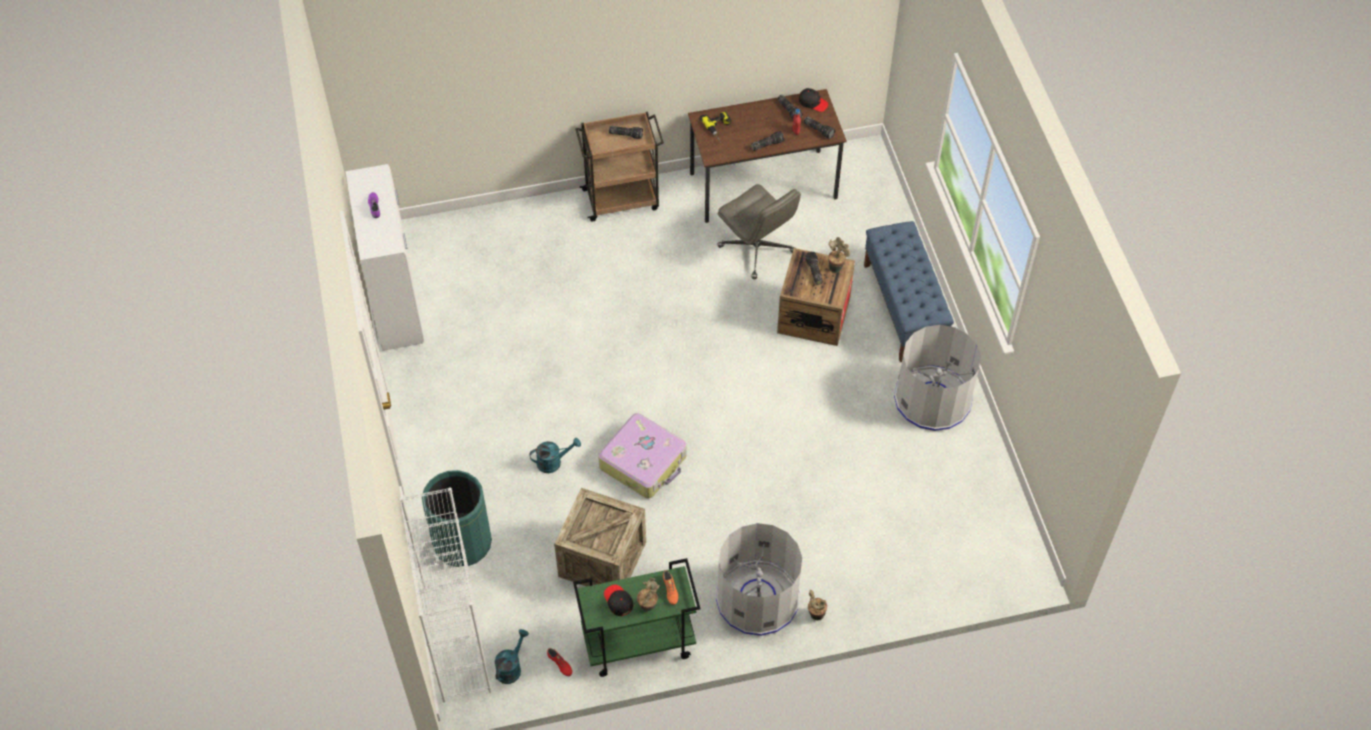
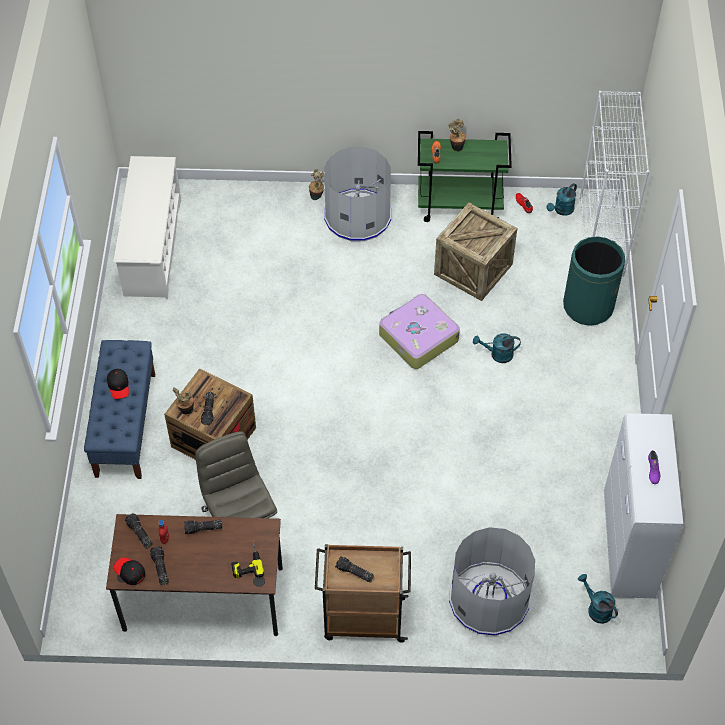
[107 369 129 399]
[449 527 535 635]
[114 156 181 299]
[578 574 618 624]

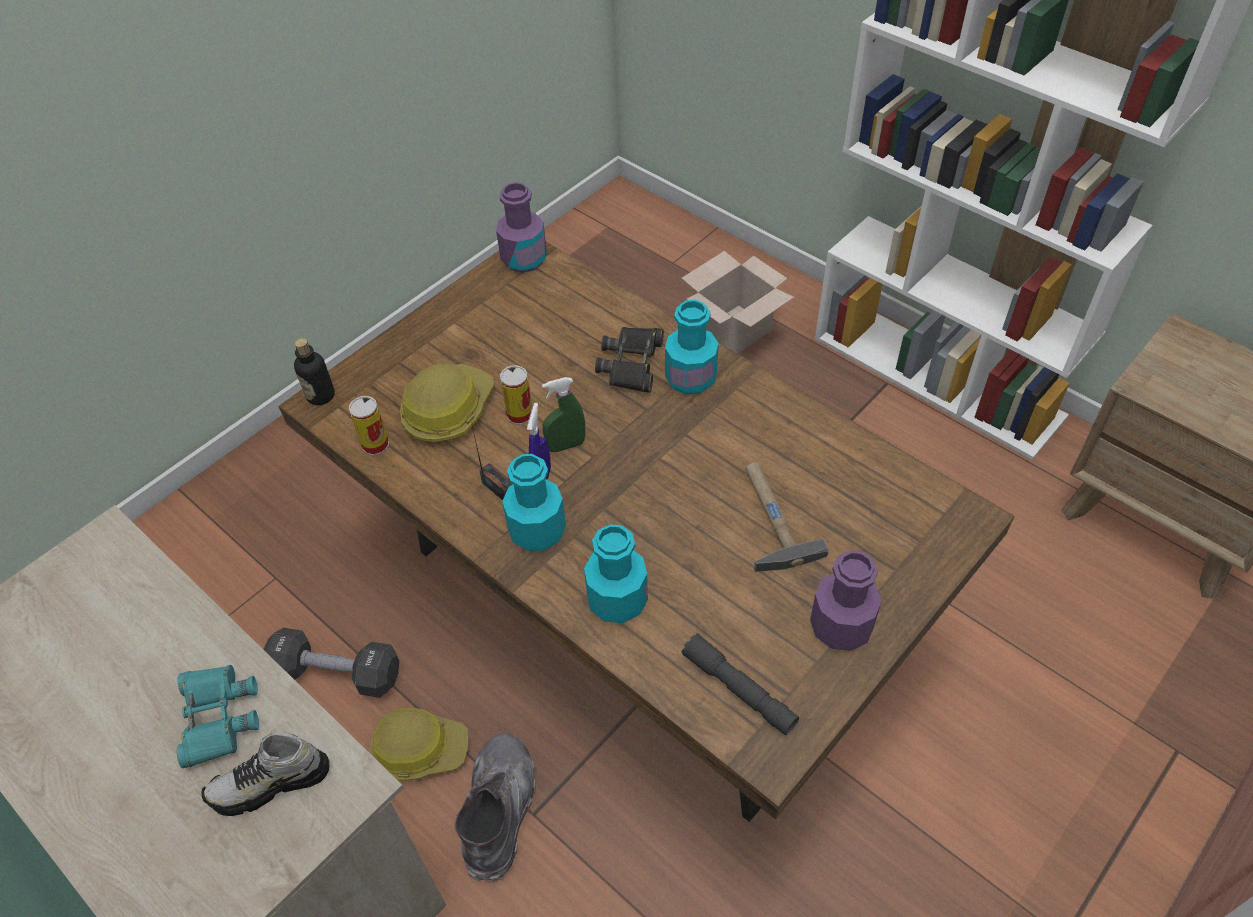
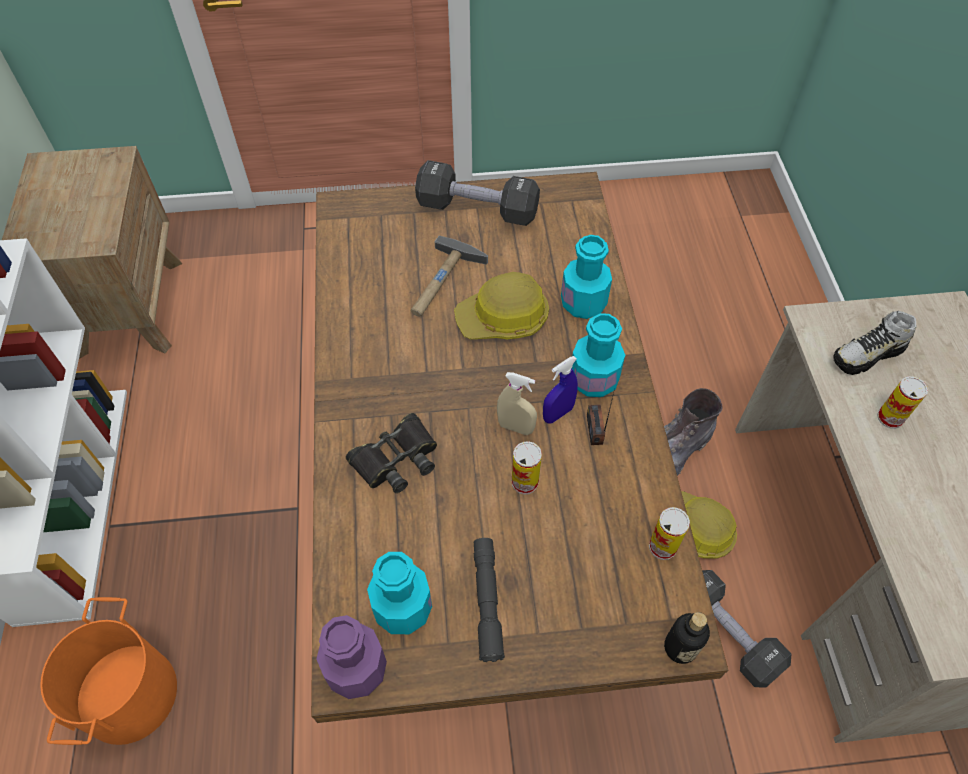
[877 376 928 429]
[833 311 916 375]
[454 272 549 339]
[497 372 537 435]
[367 552 432 634]
[40 597 177 745]
[474 538 505 662]
[415 160 540 226]

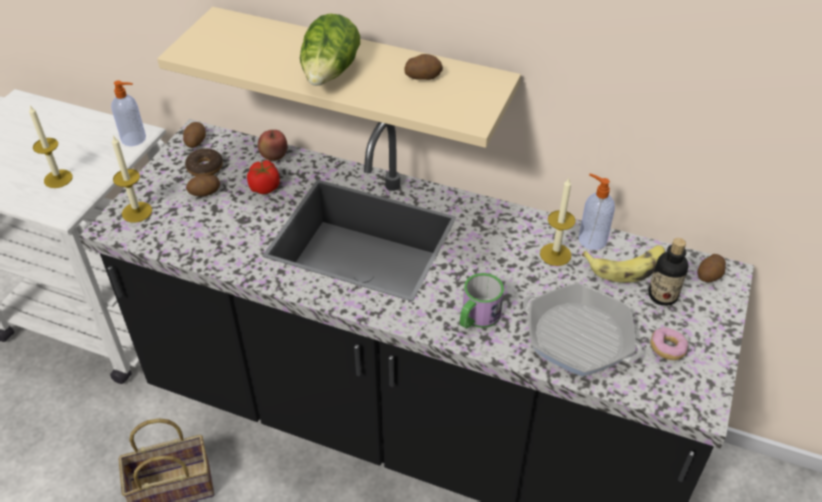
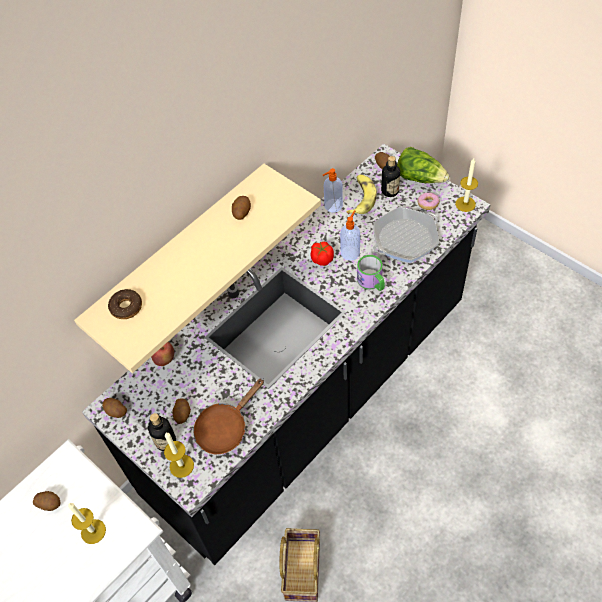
[340 210 360 261]
[108 289 142 319]
[311 242 334 266]
[397 147 449 183]
[455 158 478 212]
[33 491 61 511]
[148 413 176 451]
[193 378 264 454]

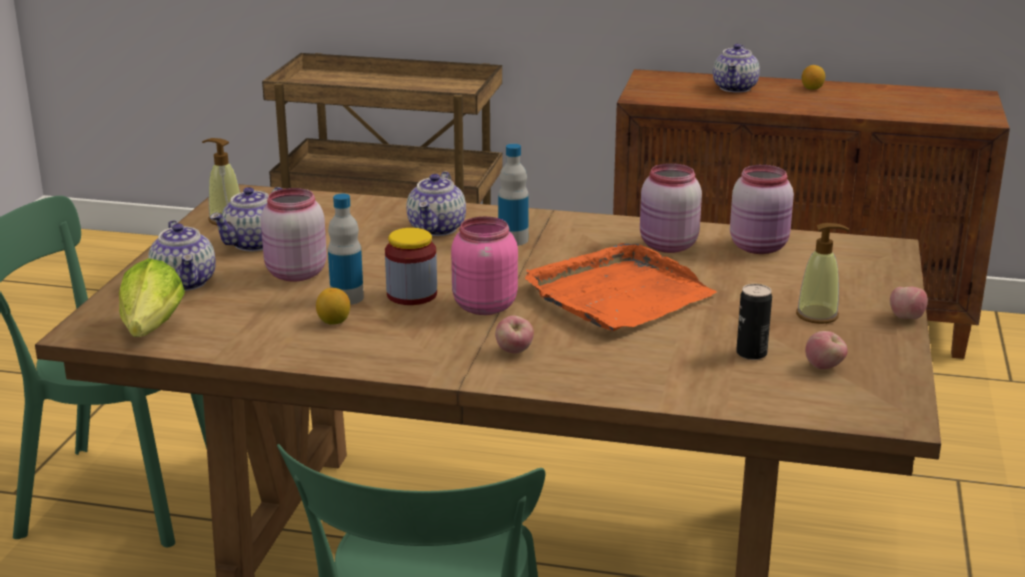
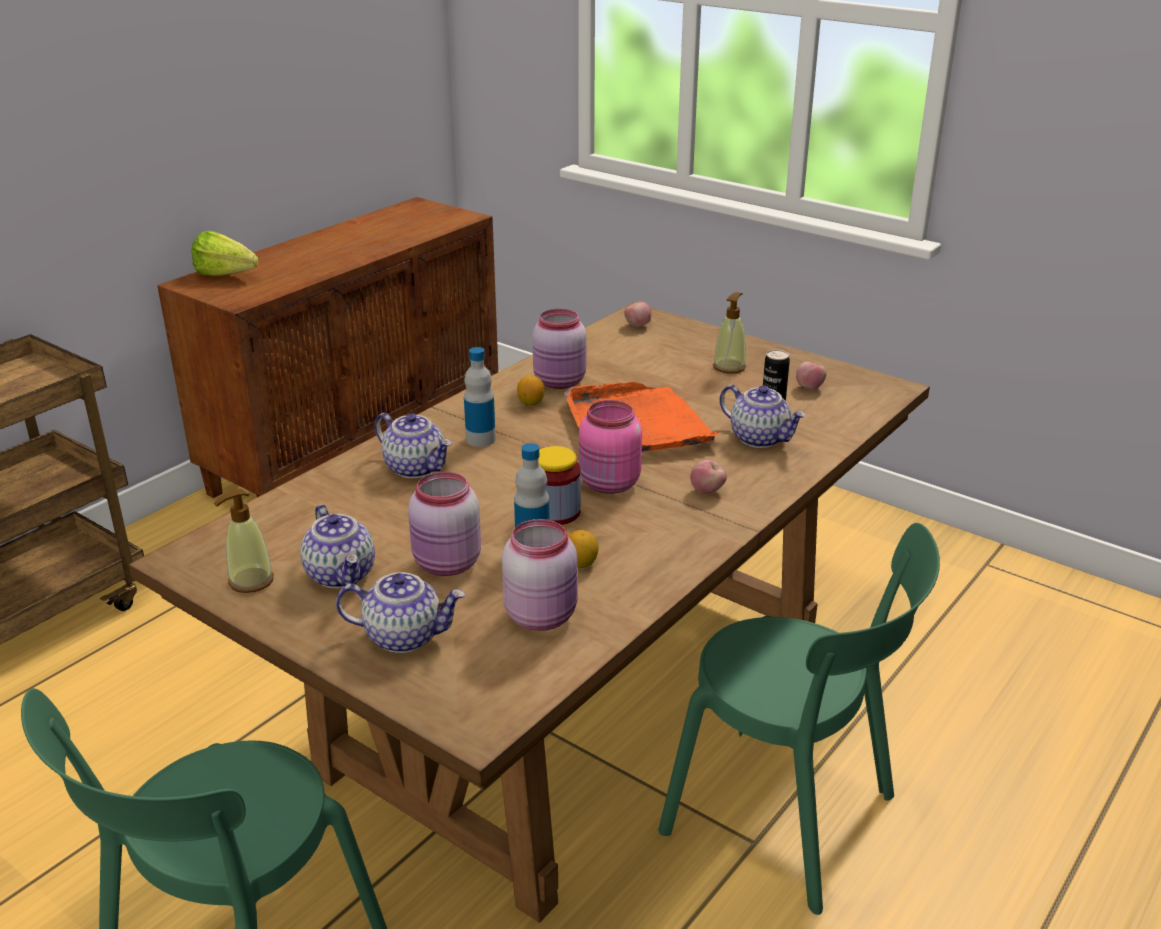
[191 231 259 276]
[720 385 806 448]
[502 519 578 631]
[517 375 545 406]
[624 302 651 327]

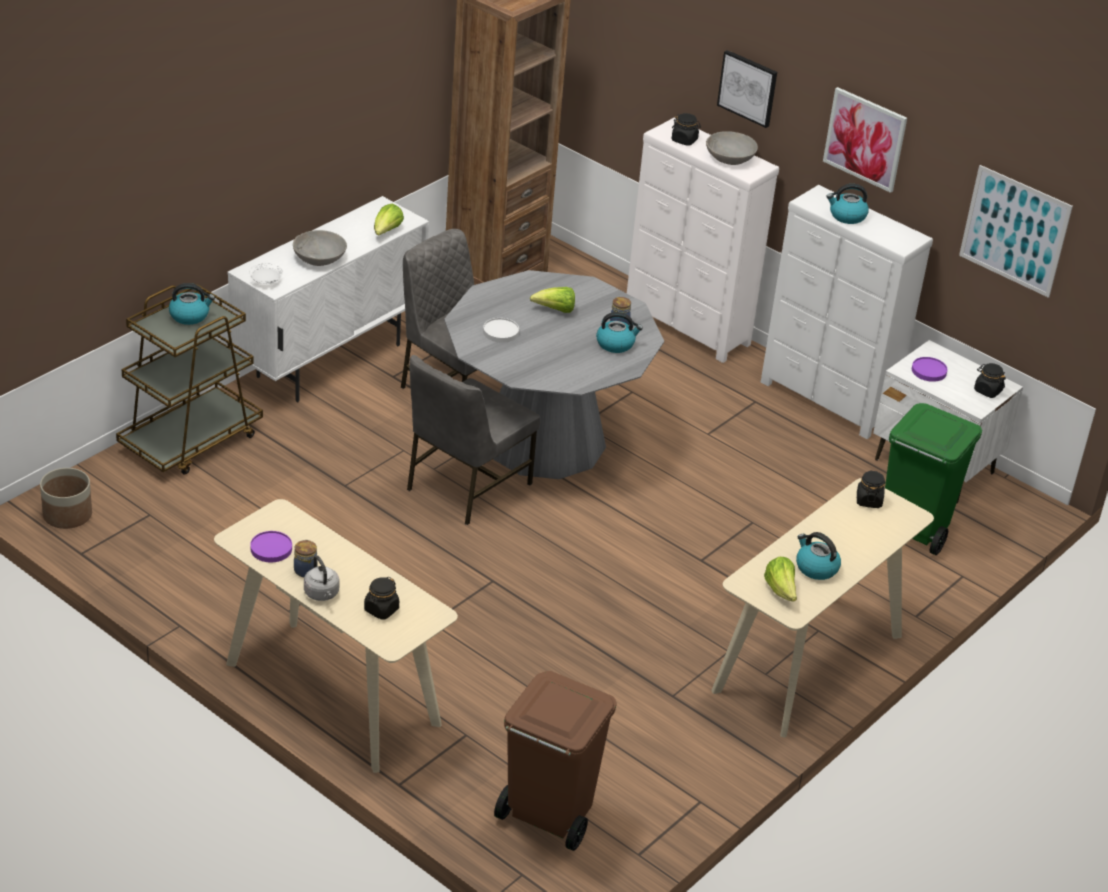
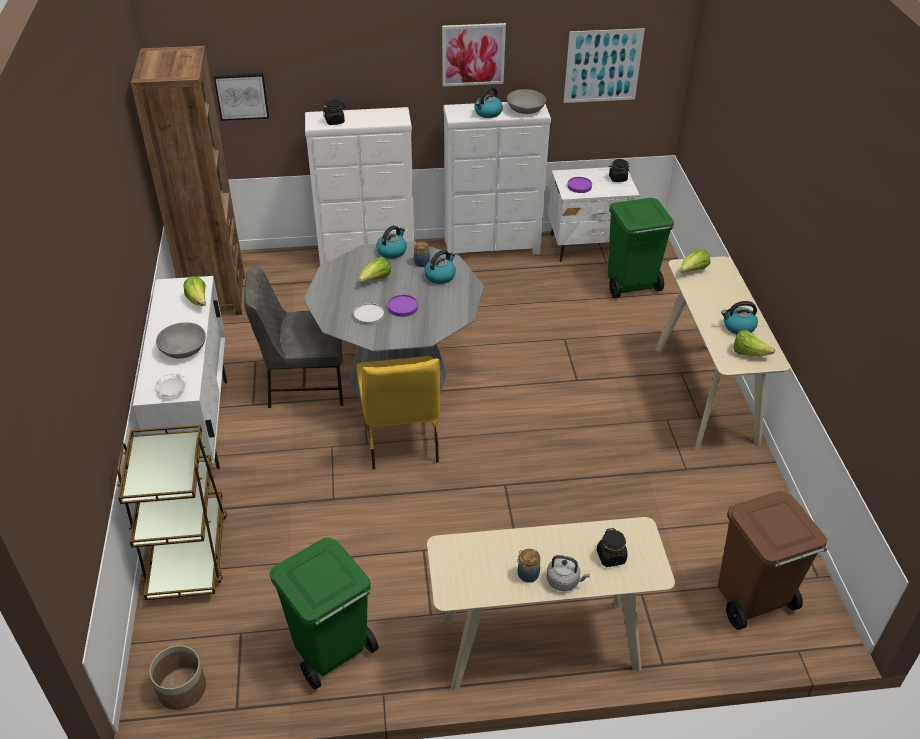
[376 226 407 259]
[388 295 418 317]
[356 356 440 470]
[507 89 546 114]
[214 73 269 121]
[680 249 710 273]
[270 538 378 690]

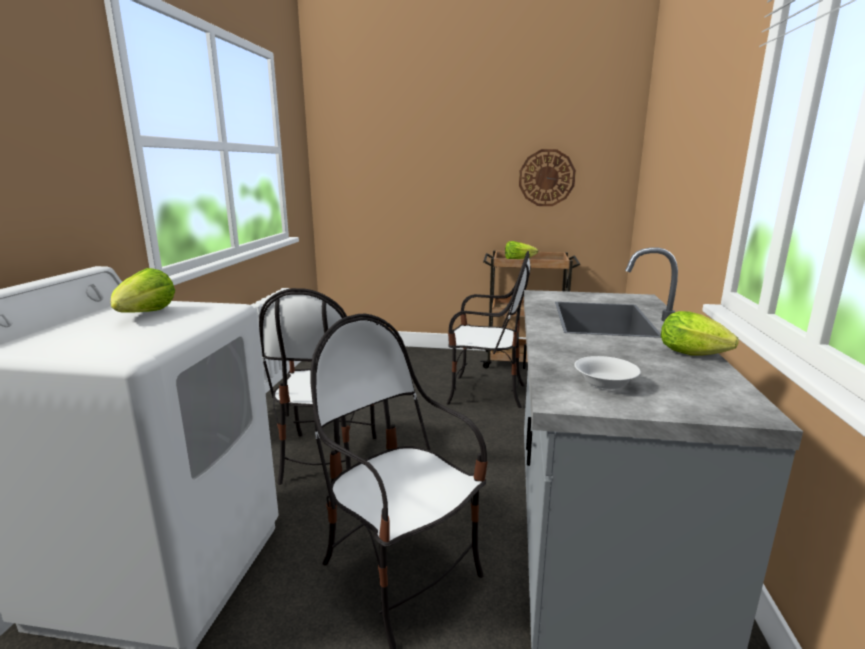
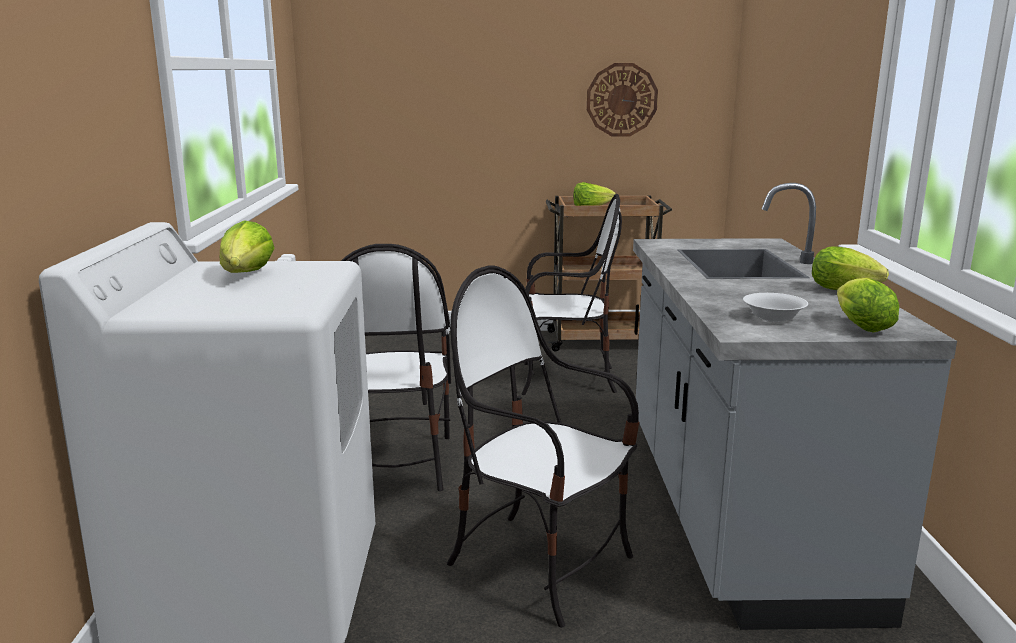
[837 278 899 333]

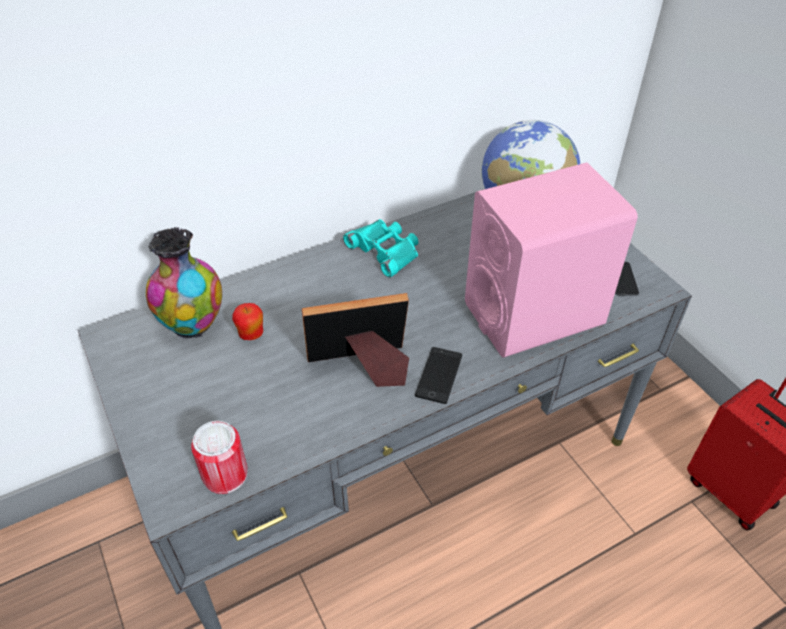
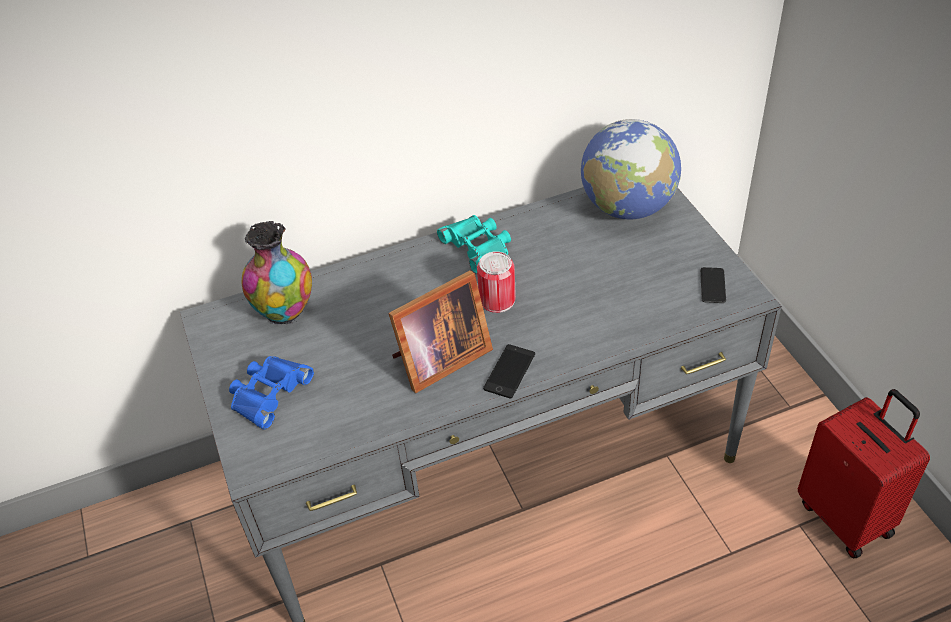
[477 251 516 313]
[232 303 263 340] (first image)
[388 270 493 393]
[465 163 638 358] (first image)
[229 356 314 430]

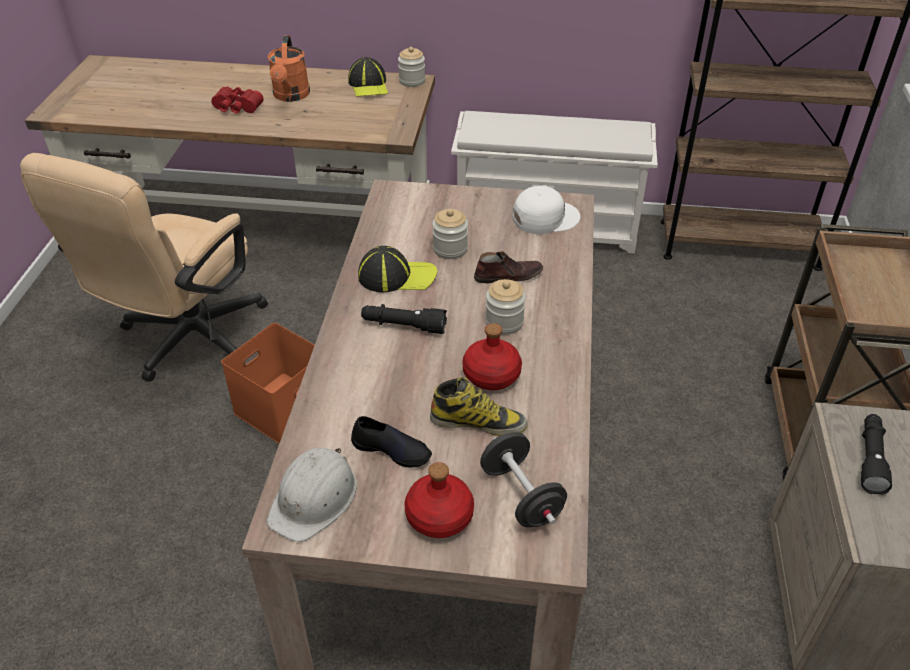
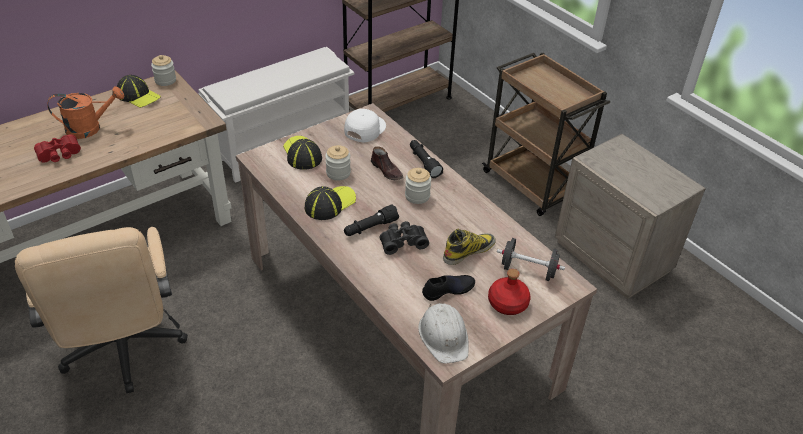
[221 323 315 443] (first image)
[47 86 125 139]
[462 323 522 390] (first image)
[371 146 403 180]
[410 140 443 178]
[283 136 322 170]
[379 221 429 255]

